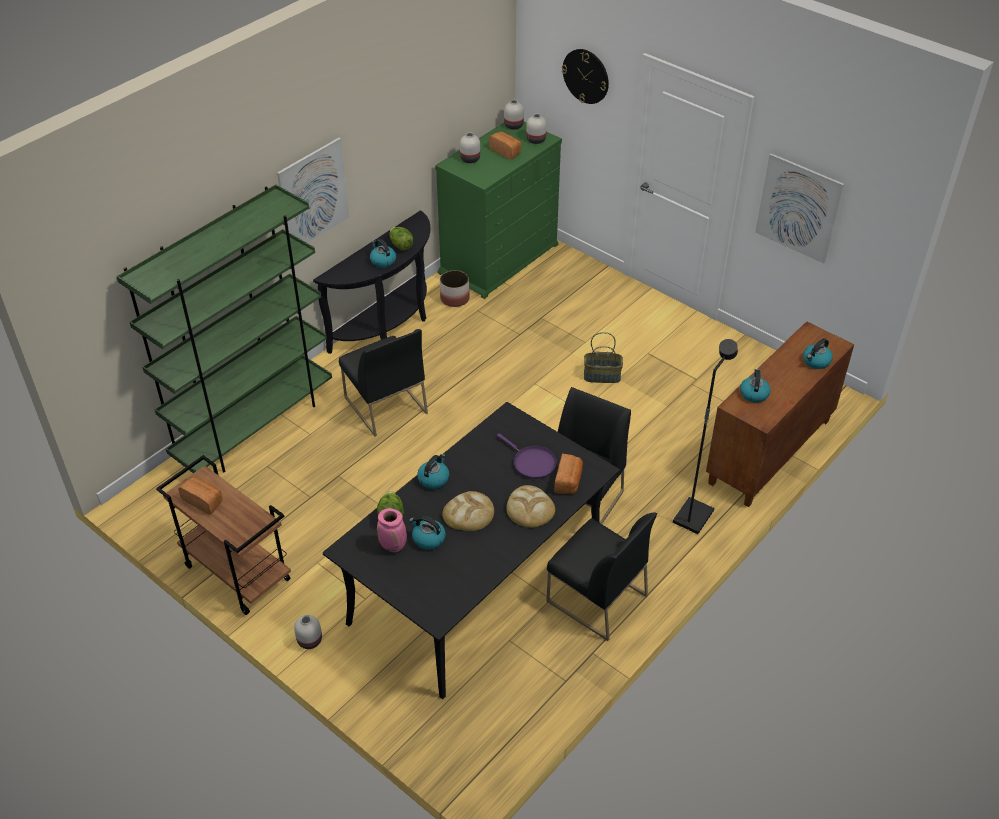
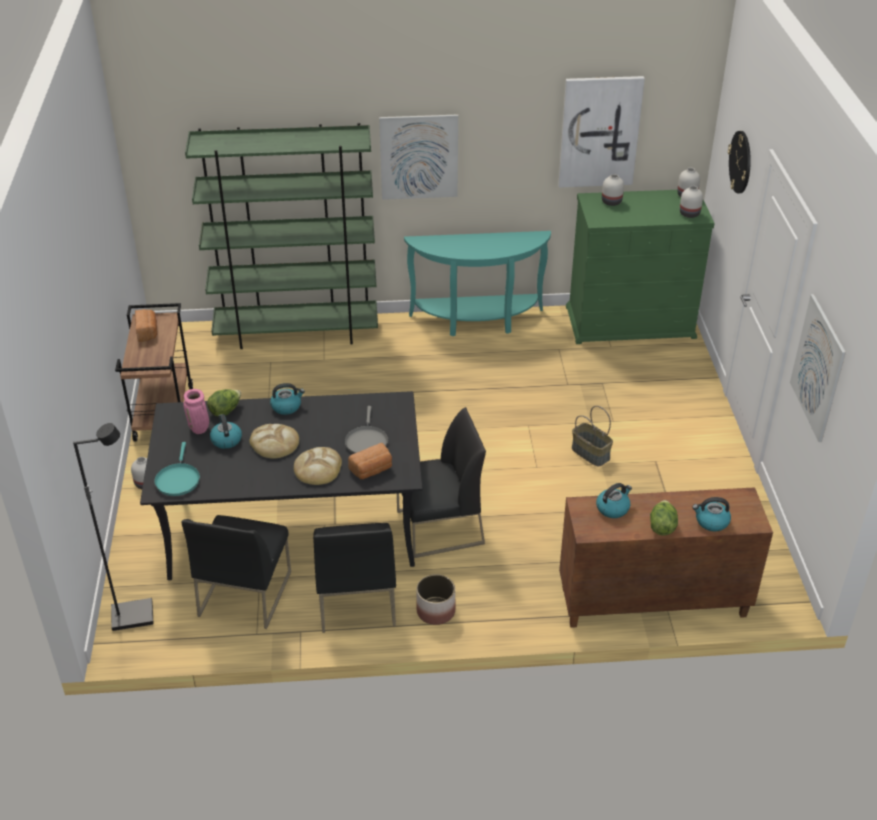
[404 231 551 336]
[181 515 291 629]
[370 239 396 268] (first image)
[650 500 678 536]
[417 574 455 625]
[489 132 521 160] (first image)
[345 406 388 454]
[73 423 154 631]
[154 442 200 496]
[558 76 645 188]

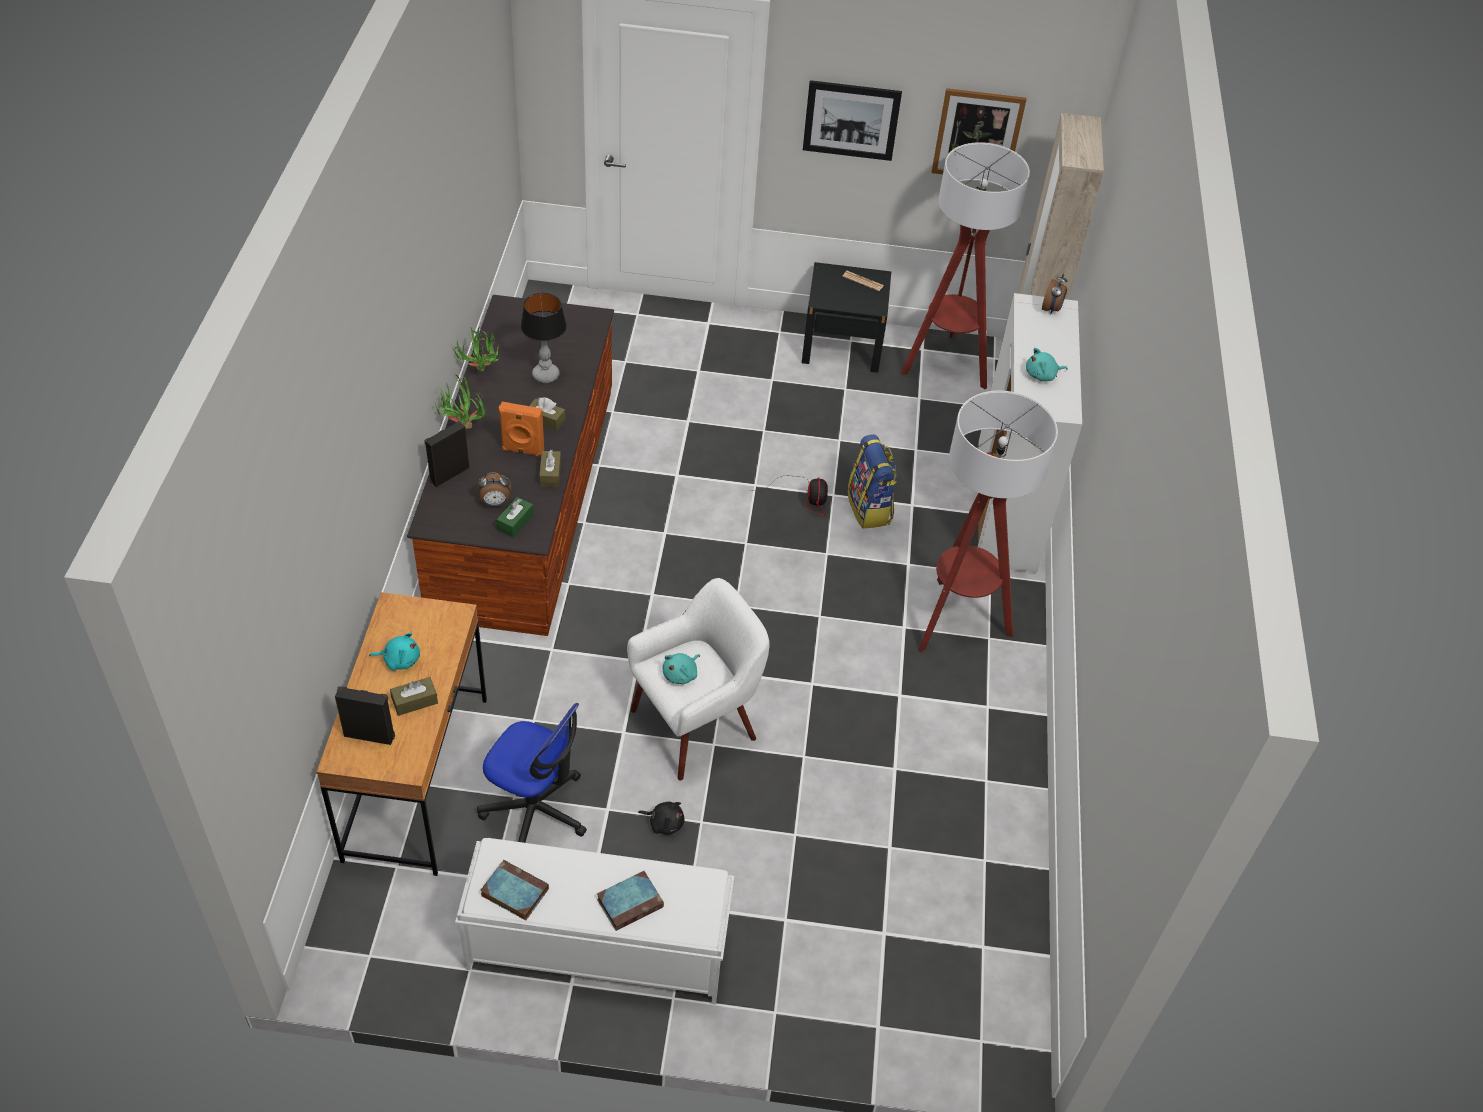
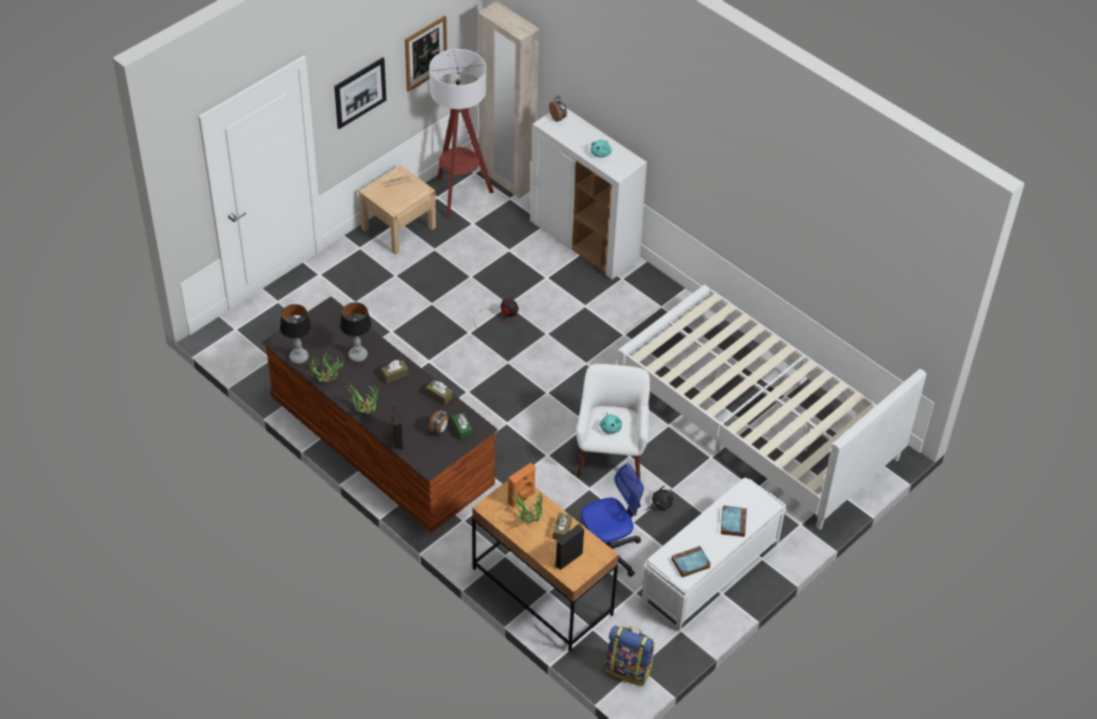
[511 490 543 523]
[508 463 536 508]
[359 165 436 255]
[605 625 655 686]
[918 391 1058 652] (first image)
[280 304 312 364]
[617 285 926 529]

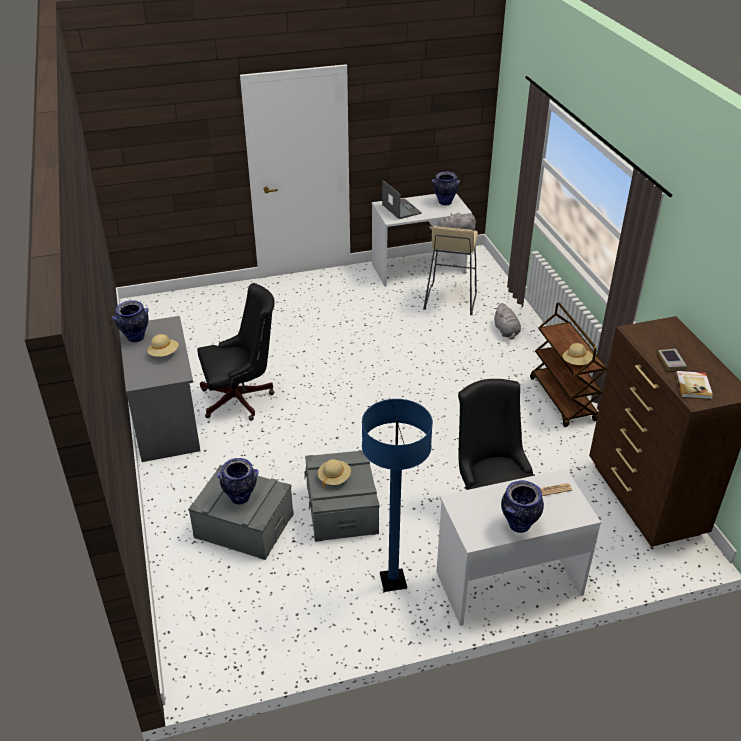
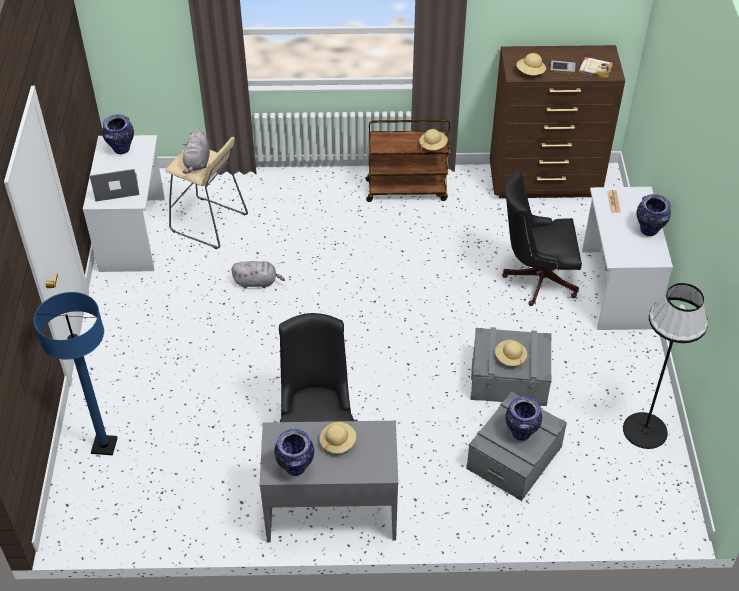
[34 292 118 455]
[232 261 285 289]
[516 53 546 75]
[623 283 708 449]

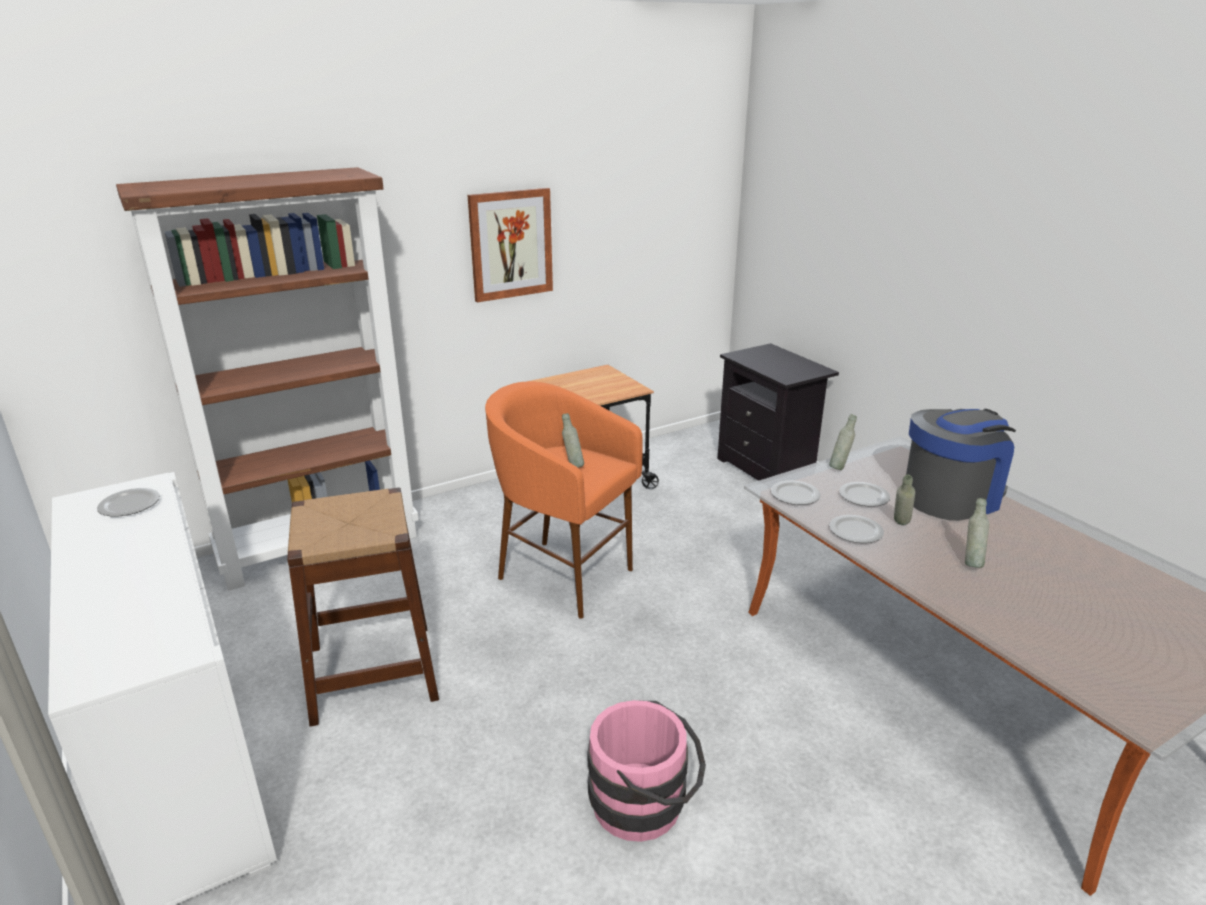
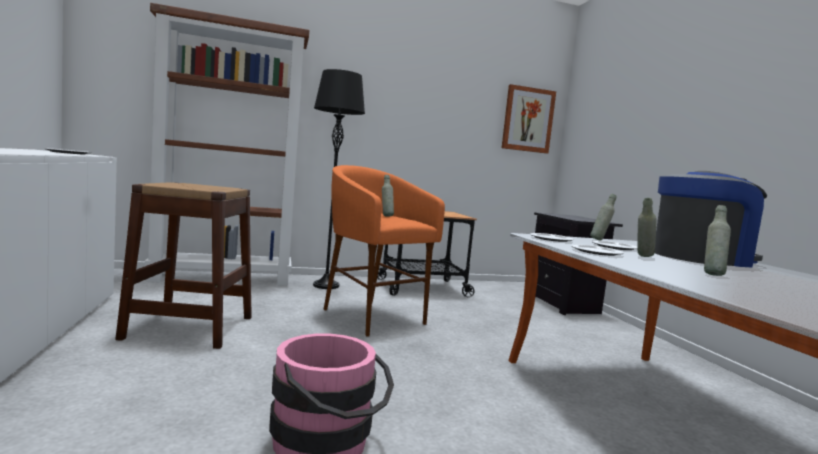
[502 84 556 154]
[313 69 365 289]

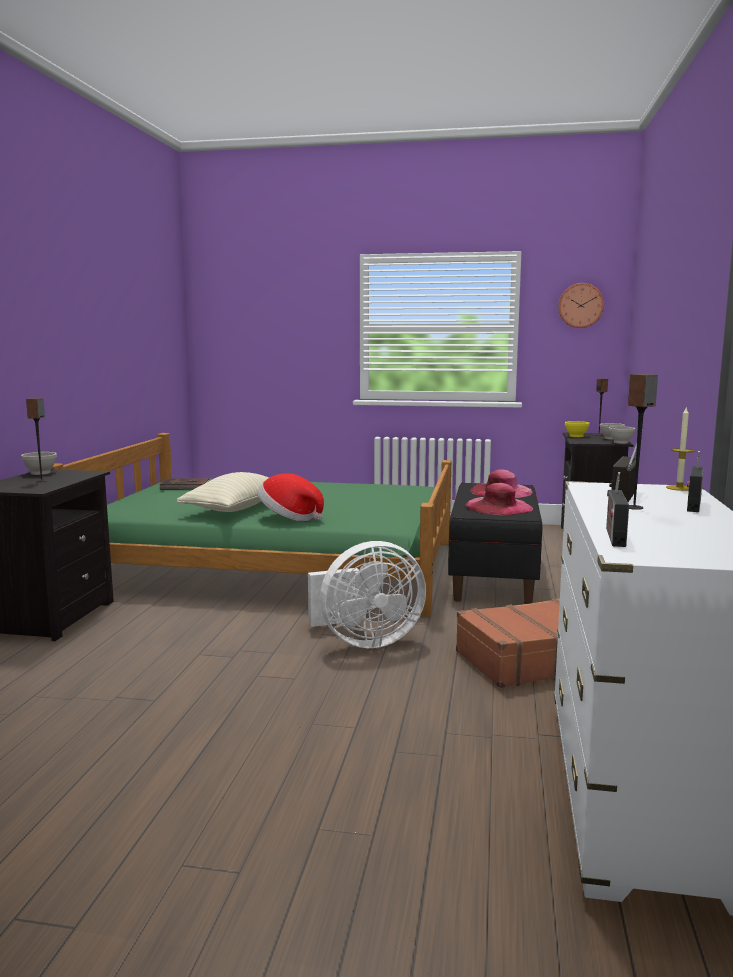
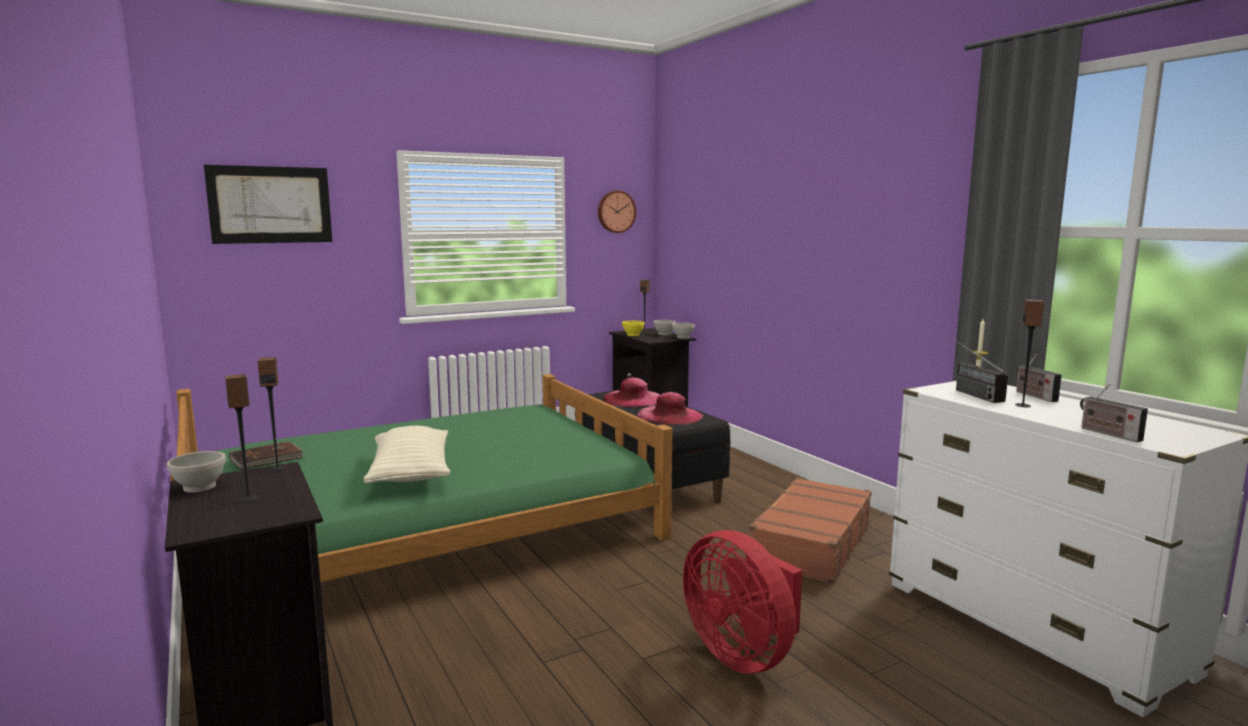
[258 473 324 521] (first image)
[308 541 426 648] (first image)
[204 165 332 244]
[258 357 286 471]
[683 530 802 674]

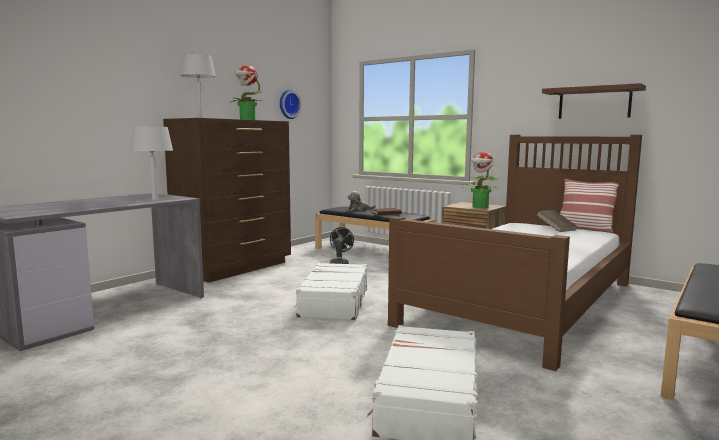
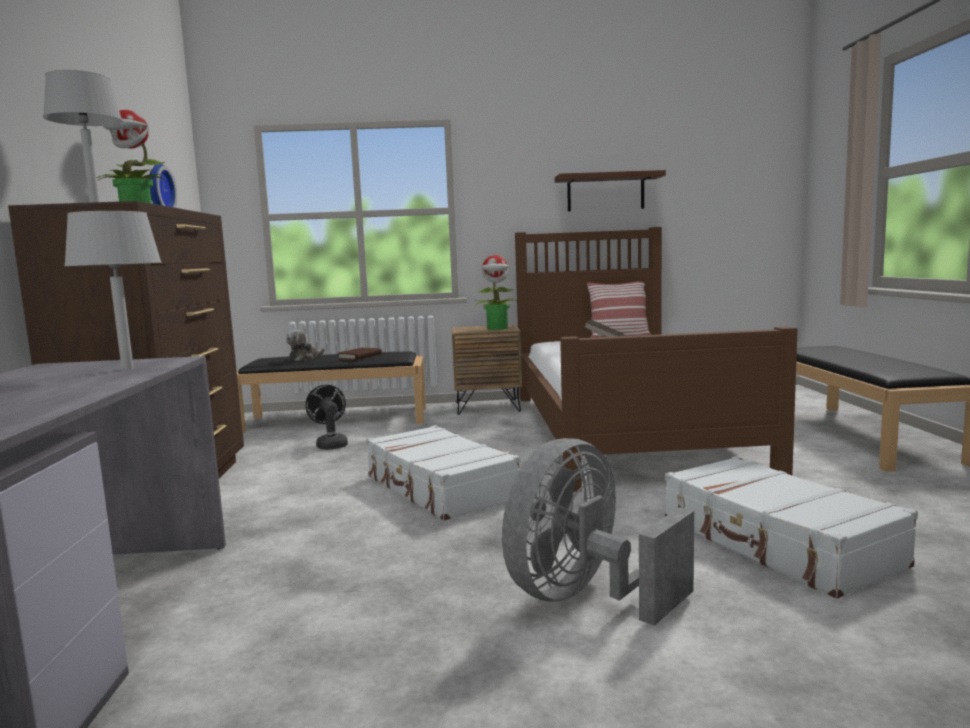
[502 438 694 626]

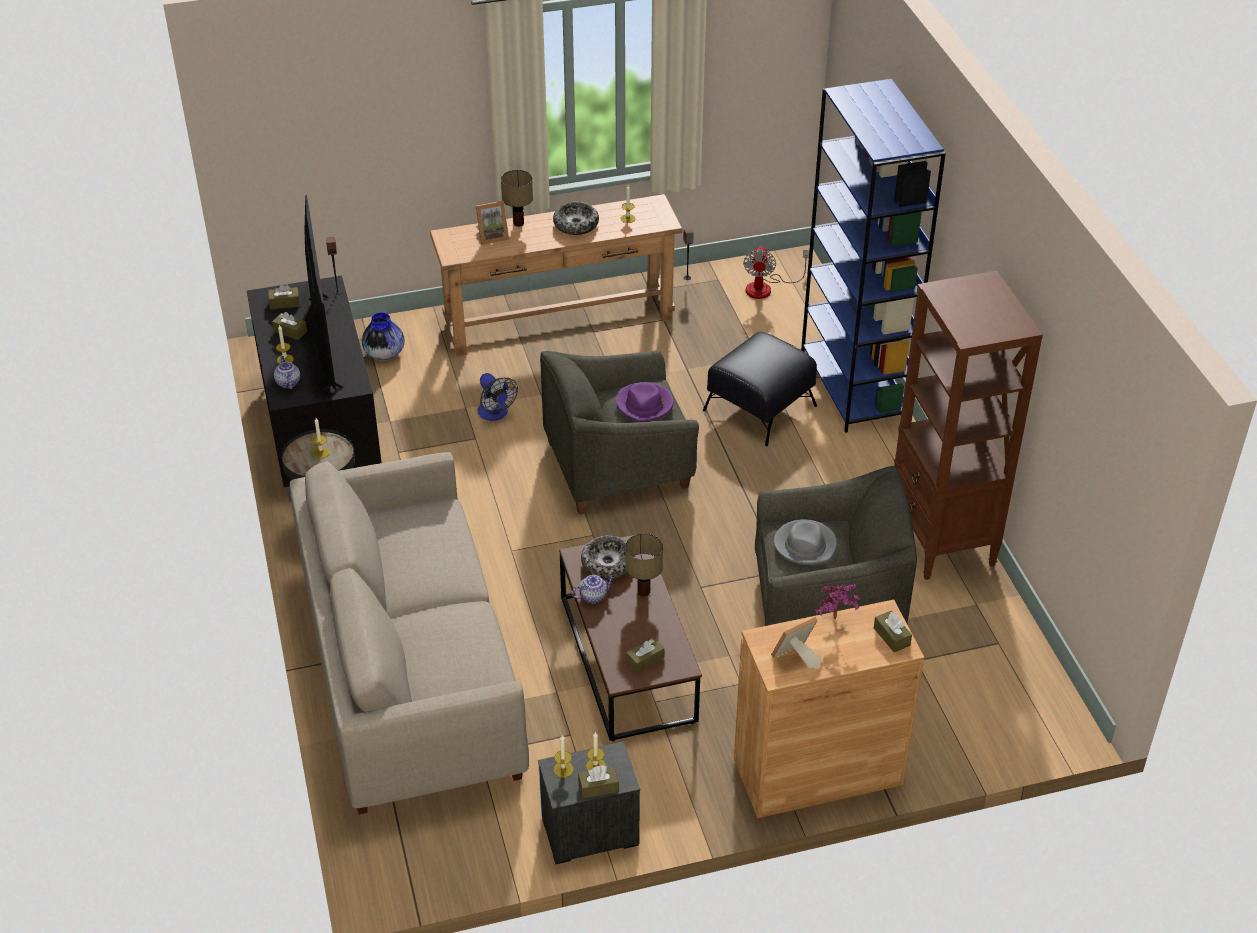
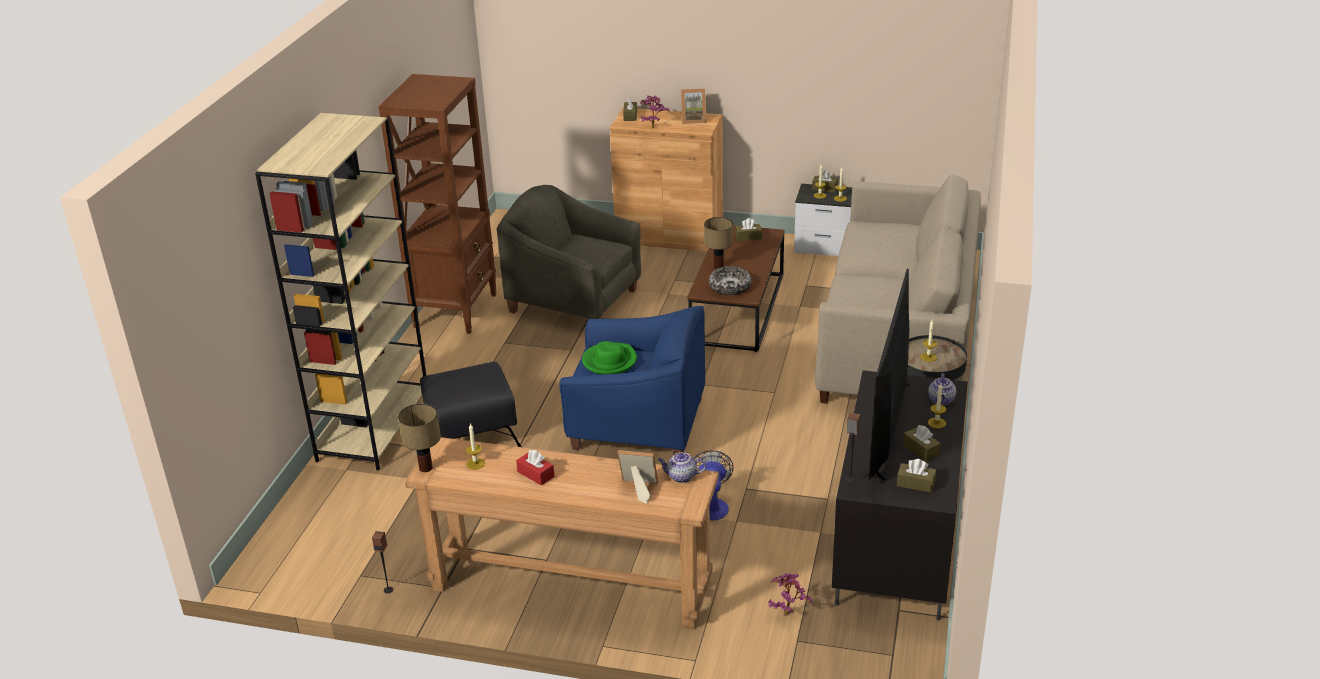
[768 573 812 616]
[398 404 441 472]
[559 306 705 455]
[516 450 554 486]
[658 452 706 483]
[582 341 637 374]
[743 247 809 299] (first image)
[774 519 837 565] (first image)
[255 113 427 470]

